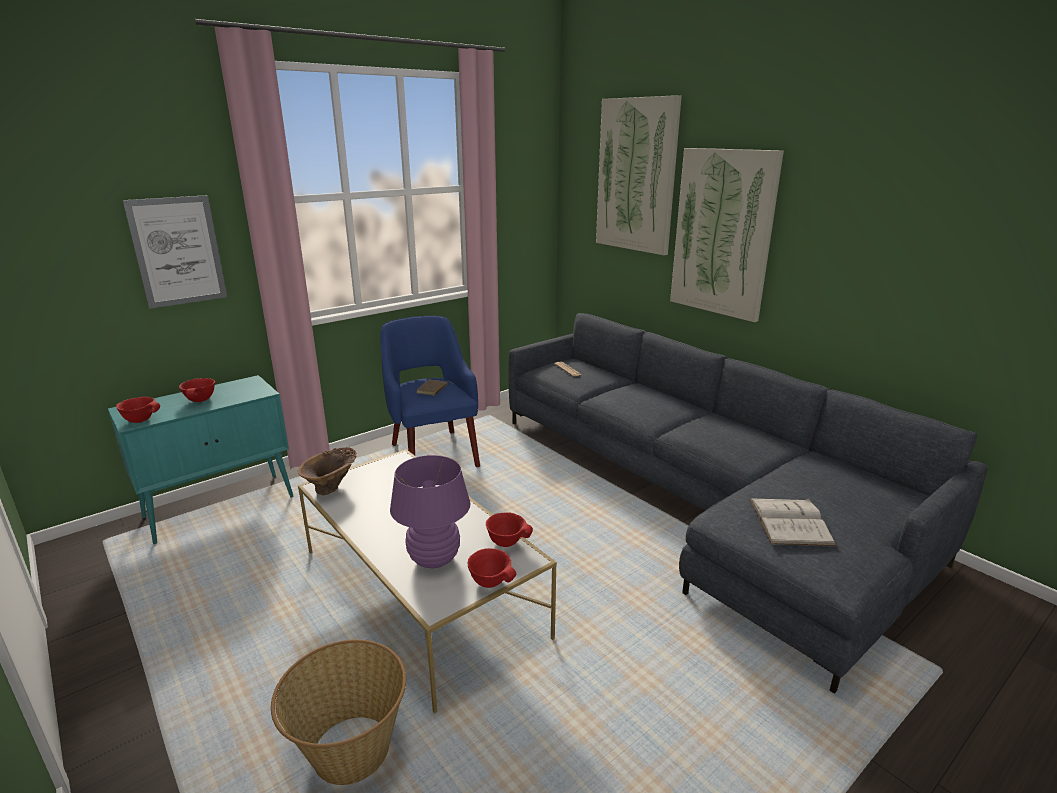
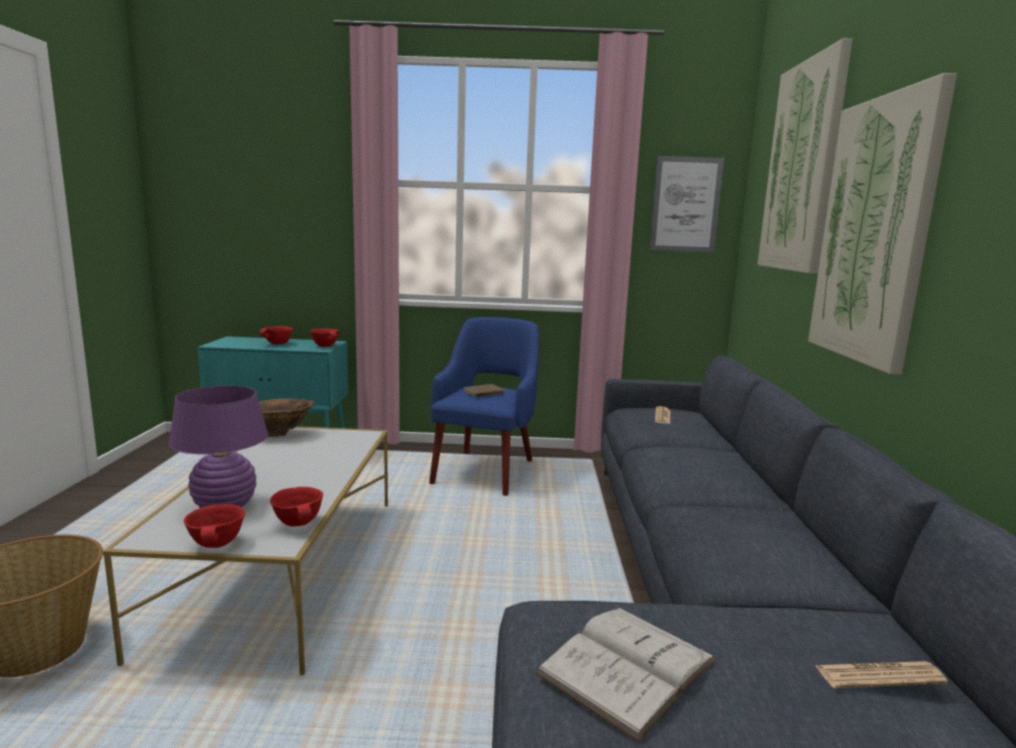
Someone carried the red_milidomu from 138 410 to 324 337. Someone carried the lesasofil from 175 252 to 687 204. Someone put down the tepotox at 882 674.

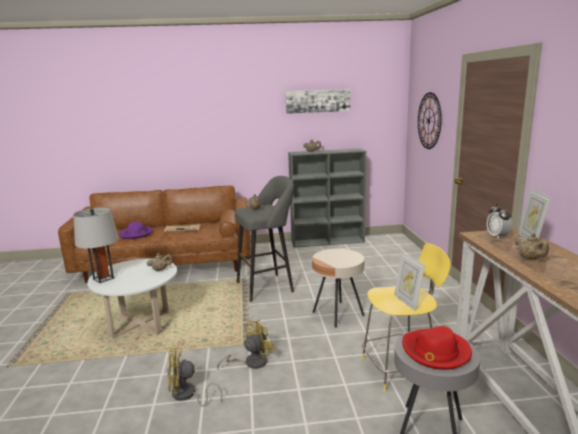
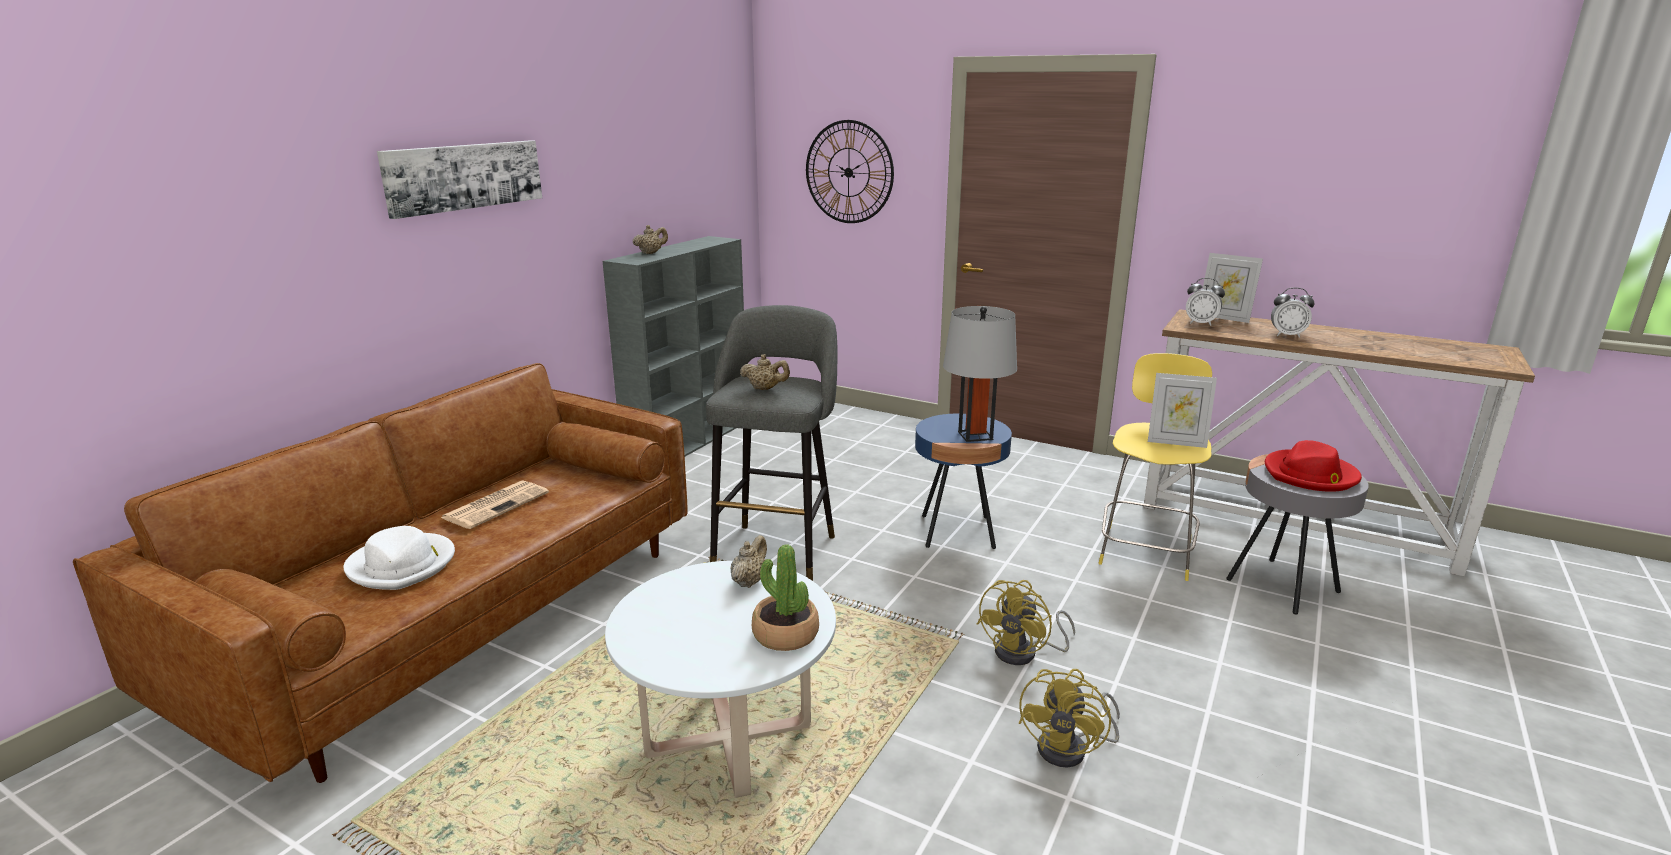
Someone carried the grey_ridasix from 96 245 to 980 374. Someone repainted the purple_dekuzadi at 136 230, which became the white_dekuzadi at 399 558. Someone rotated the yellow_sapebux at 246 344 by 135 degrees counterclockwise. Someone carried the lesasofil from 317 101 to 459 179. Someone repainted the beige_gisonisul at 338 288, which became the blue_gisonisul at 963 481. Someone swapped the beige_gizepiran at 532 246 for the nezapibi at 1292 313. Someone put down the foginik at 785 597.

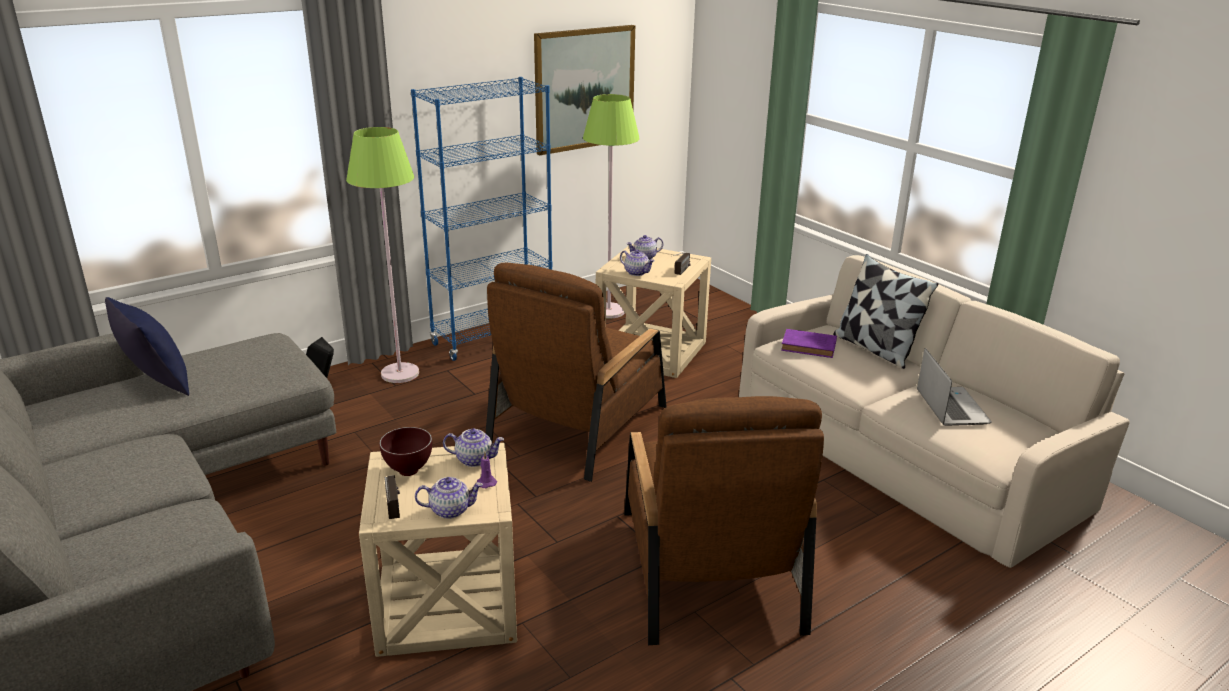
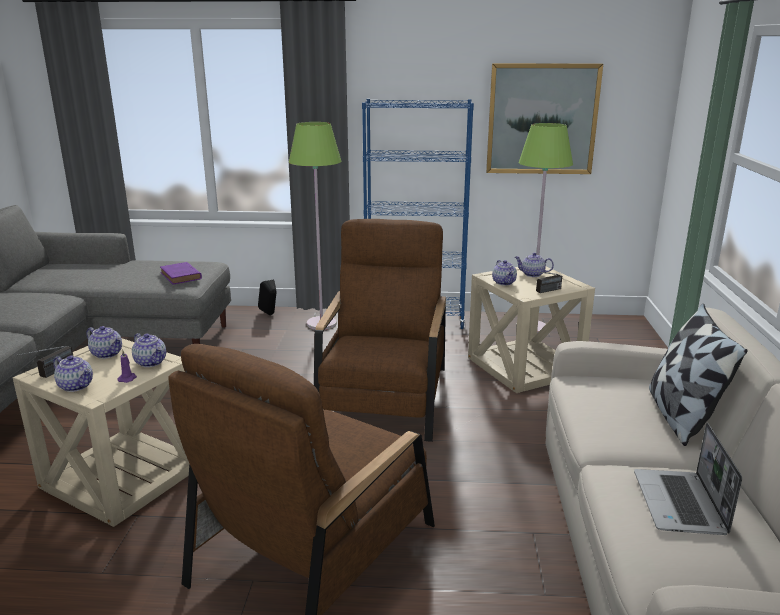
Someone took away the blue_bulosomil at 147 346. Someone swapped the brown_milidomu at 405 451 for the gizepiran at 104 342. Someone rotated the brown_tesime at 576 372 by 120 degrees clockwise. Someone carried the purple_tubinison from 809 343 to 181 273. Someone rotated the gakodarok at 954 387 by 150 degrees clockwise.

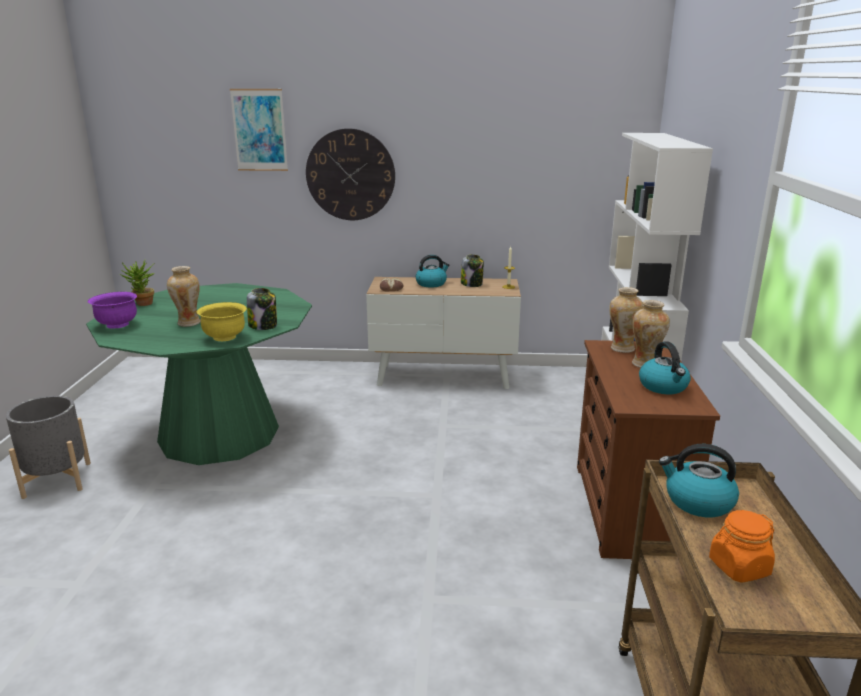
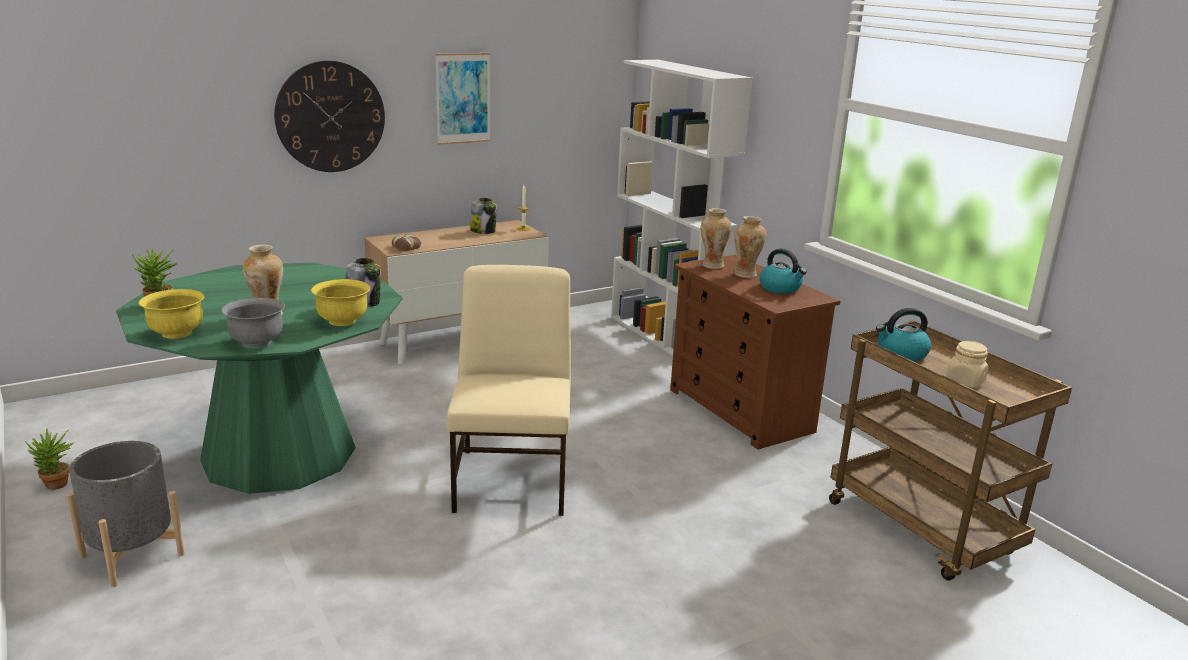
Someone repainted the purple_milidomu at 112 310, which became the yellow_milidomu at 171 314. Someone carried the lesasofil from 259 130 to 463 99. Someone took away the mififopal at 432 271. Someone repainted the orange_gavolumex at 742 546, which became the beige_gavolumex at 967 364. Someone put down the foginik at 49 459. Someone put down the grey_milidomu at 253 323. Someone put down the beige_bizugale at 509 390.

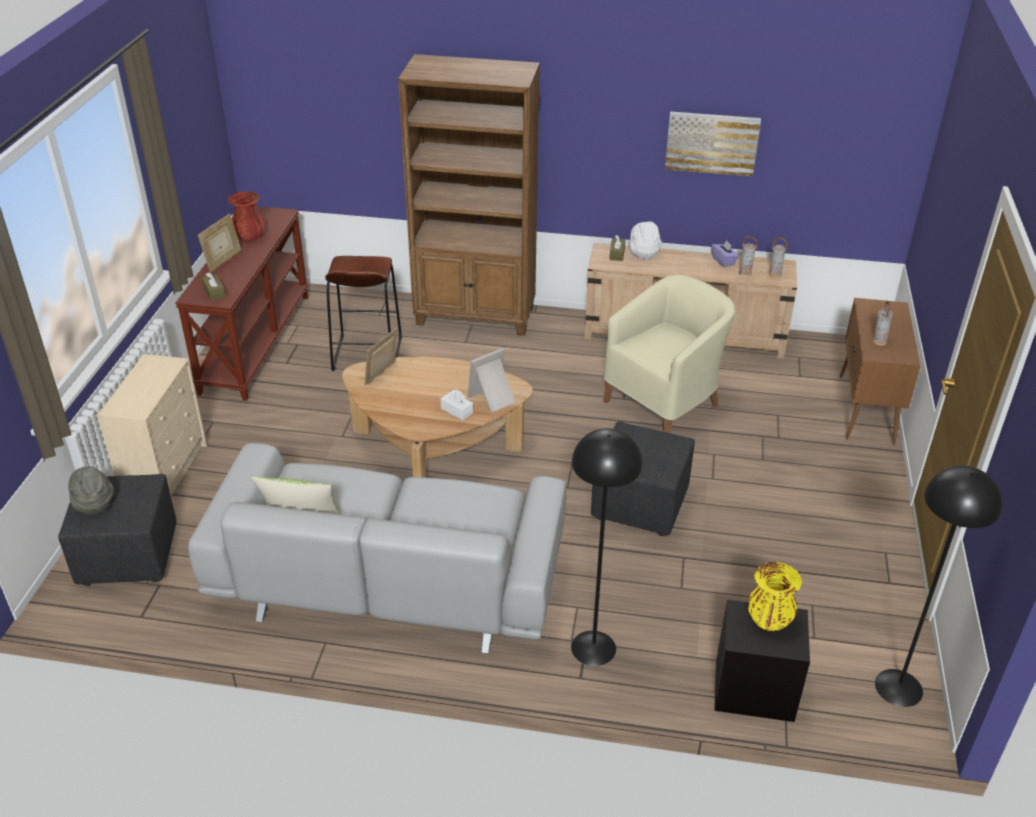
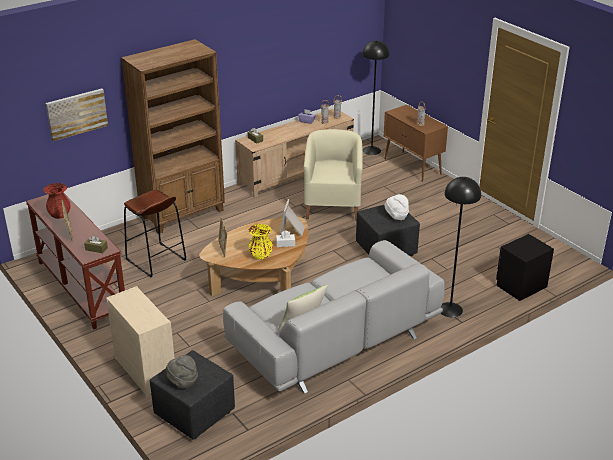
Someone carried the white_dekuzadi from 646 240 to 396 207. Someone carried the lesasofil from 713 143 to 77 115. Someone carried the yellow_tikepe from 775 596 to 261 242. Someone carried the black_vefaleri from 938 586 to 376 98.

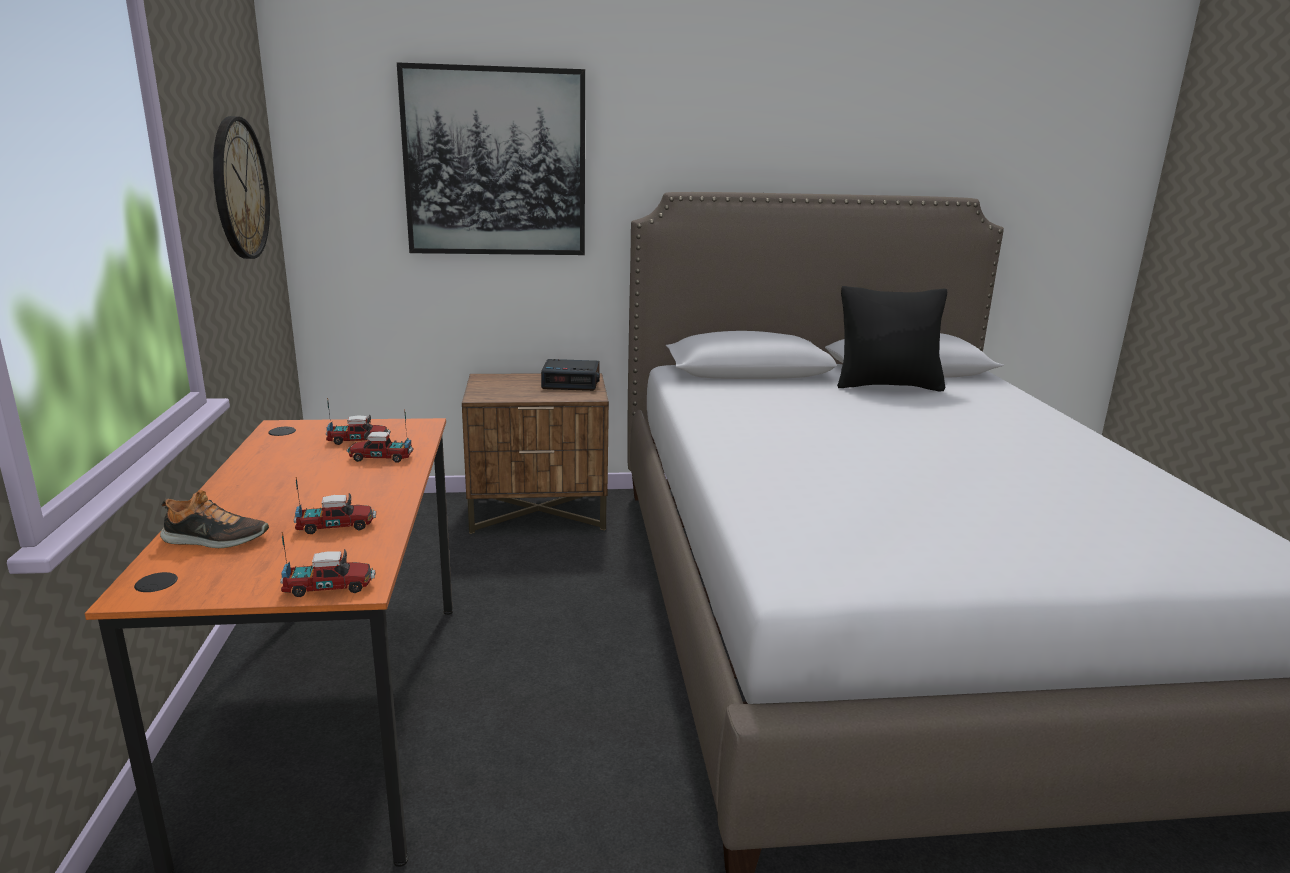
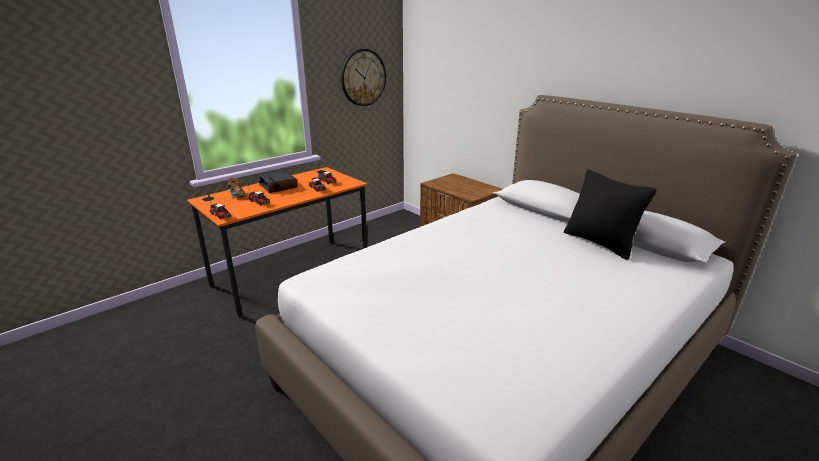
Someone took away the lesasofil at 491 158. Someone carried the nezapibi from 570 375 to 278 182.

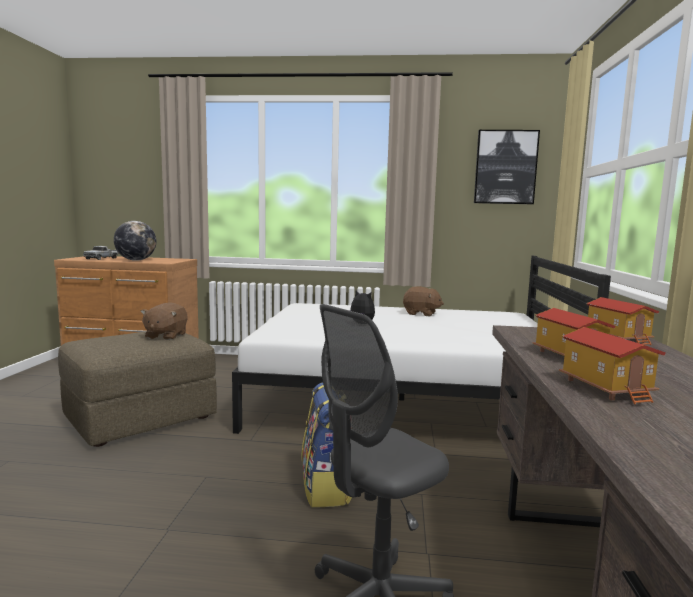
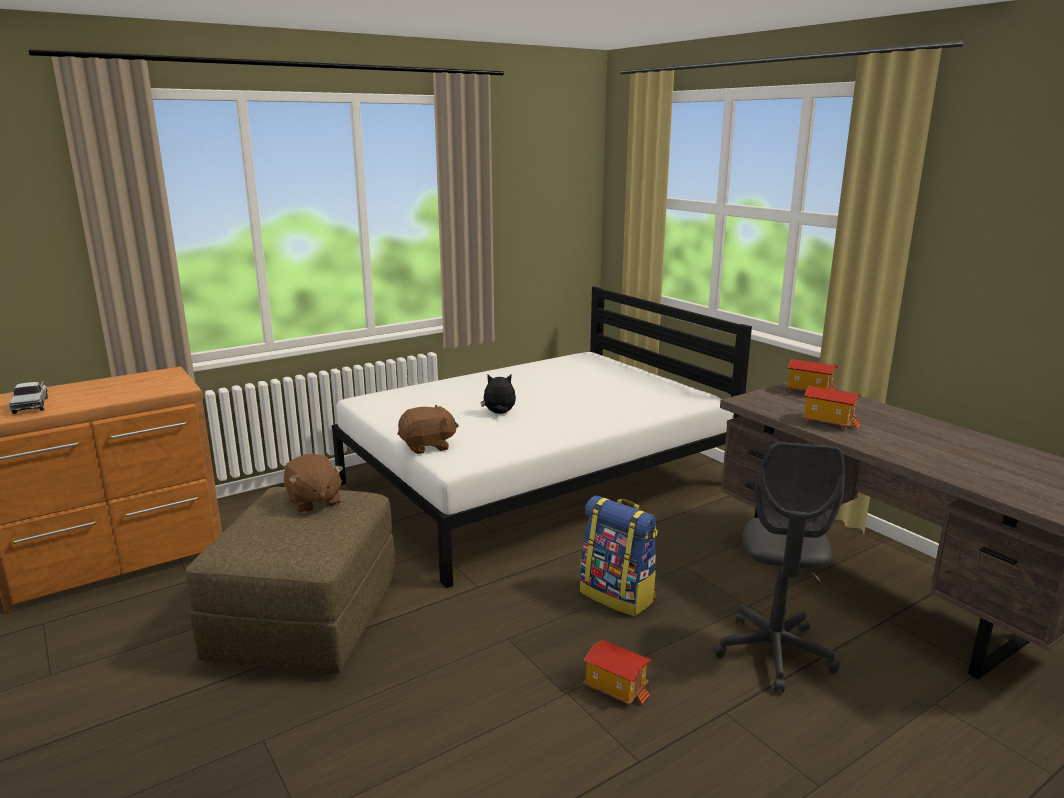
Someone took away the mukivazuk at 135 241. Someone carried the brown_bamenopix from 423 301 to 428 429. Someone took away the lesasofil at 507 167. Someone carried the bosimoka from 612 366 to 617 672.

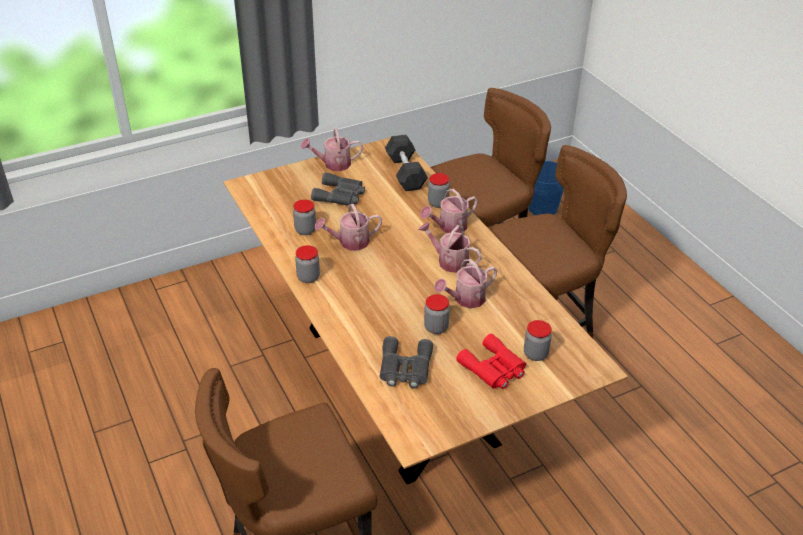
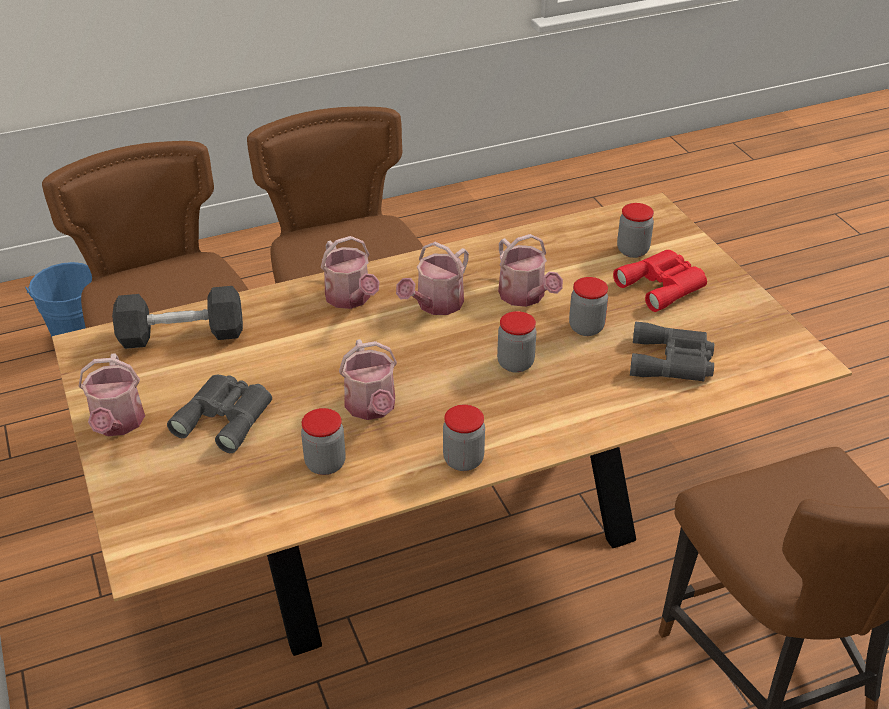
Someone carried the gavolumex from 439 190 to 516 342.

